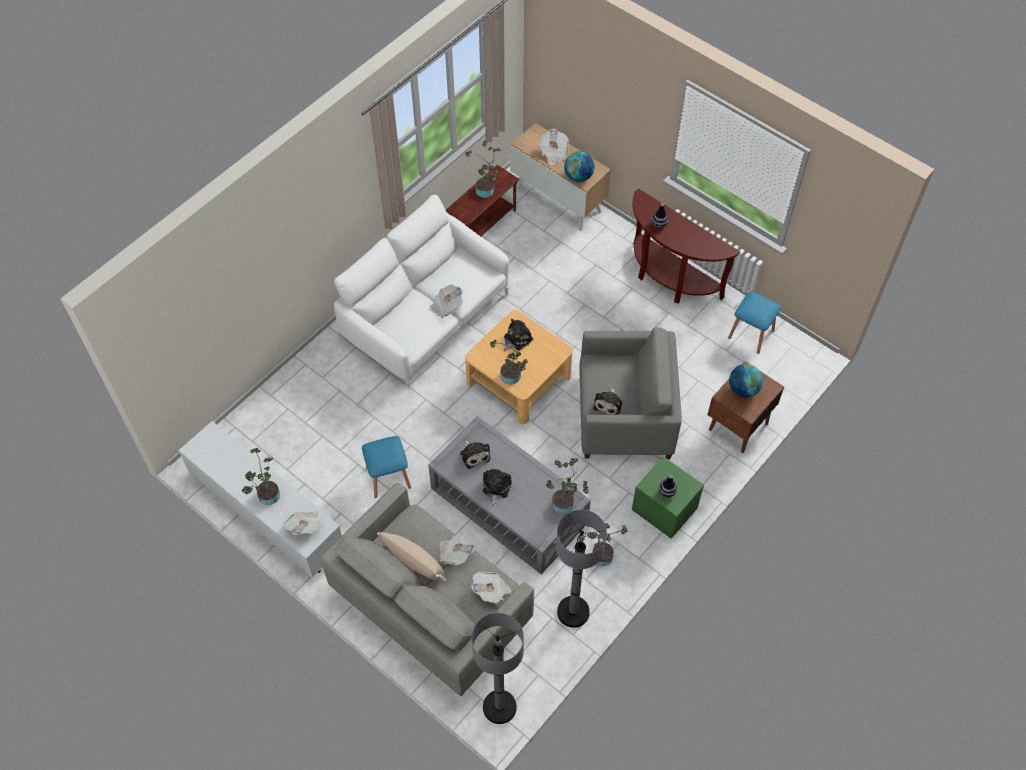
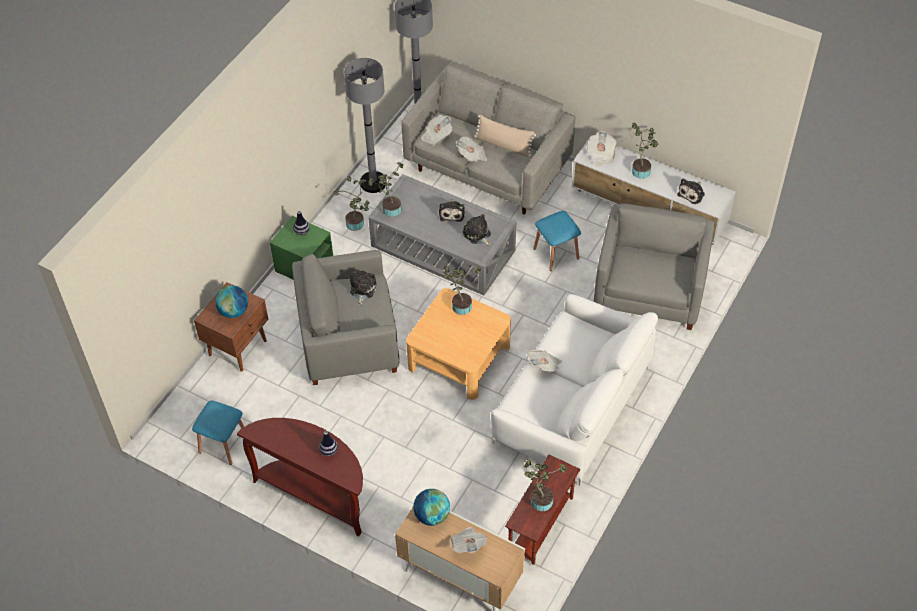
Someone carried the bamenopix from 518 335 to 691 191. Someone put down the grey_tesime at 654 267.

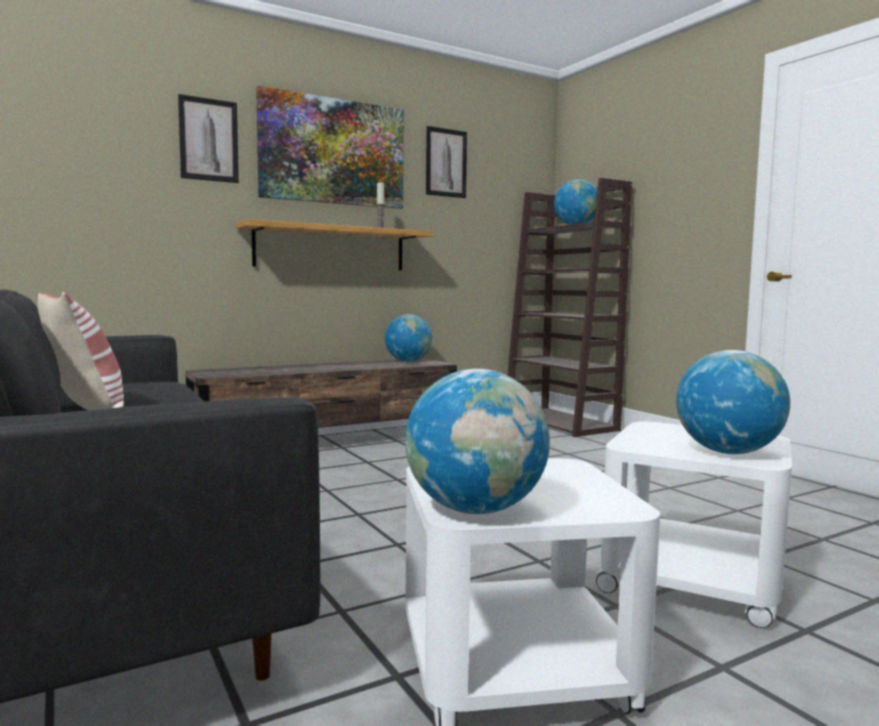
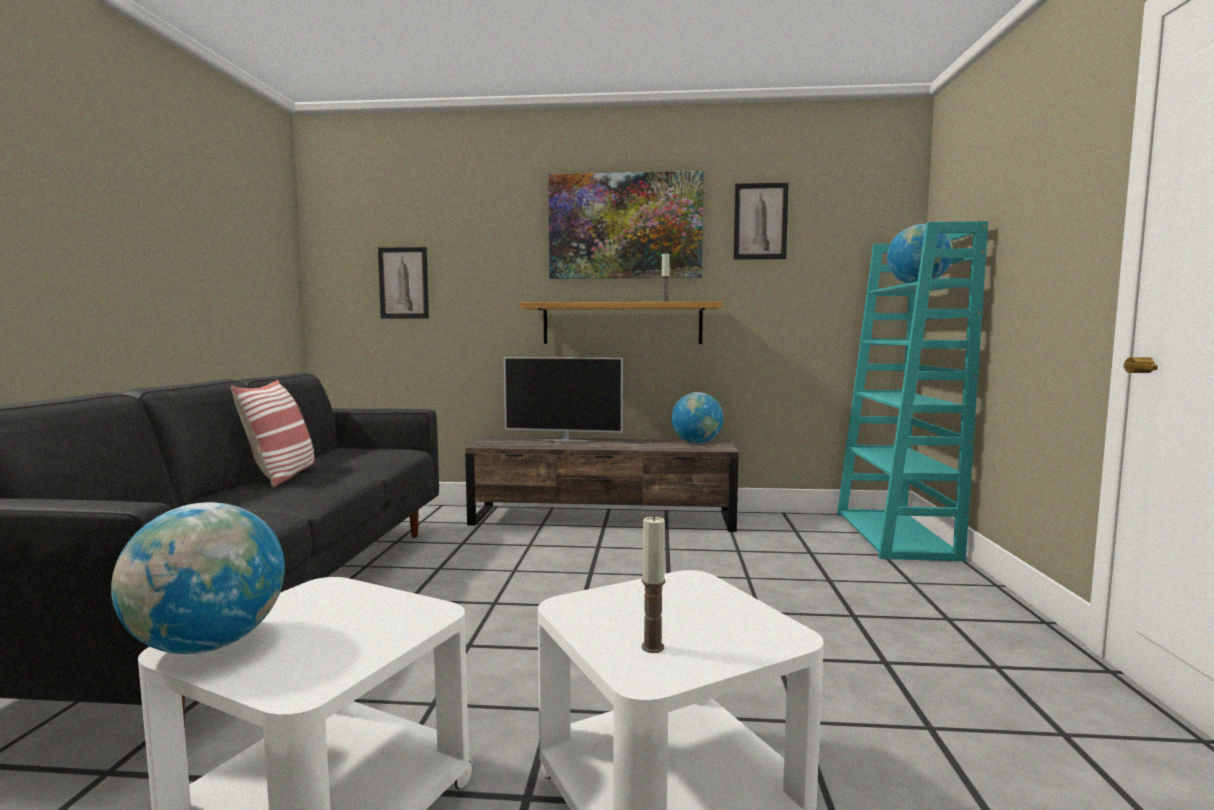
Someone carried the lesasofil from 208 138 to 403 283. Someone repainted the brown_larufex at 569 307, which became the turquoise_larufex at 912 391. Someone swapped the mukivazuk at 733 402 for the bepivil at 653 584. Someone put down the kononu at 563 399.

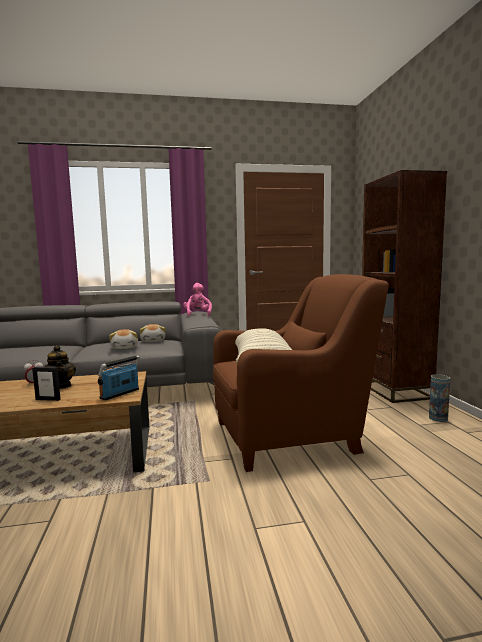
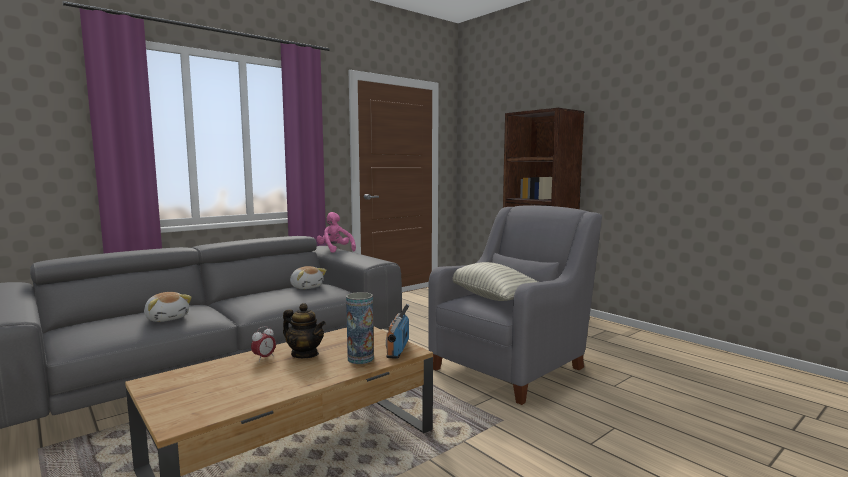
Someone took away the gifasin at 46 384. Someone carried the bamenopix from 123 339 to 168 307. Someone repainted the brown_tesime at 301 373, which became the grey_tesime at 515 305. Someone carried the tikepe from 439 398 to 360 328.

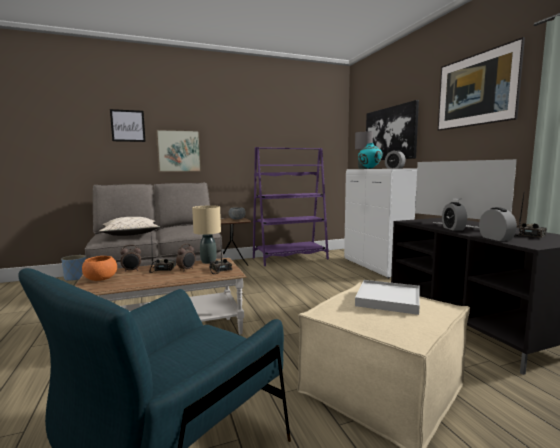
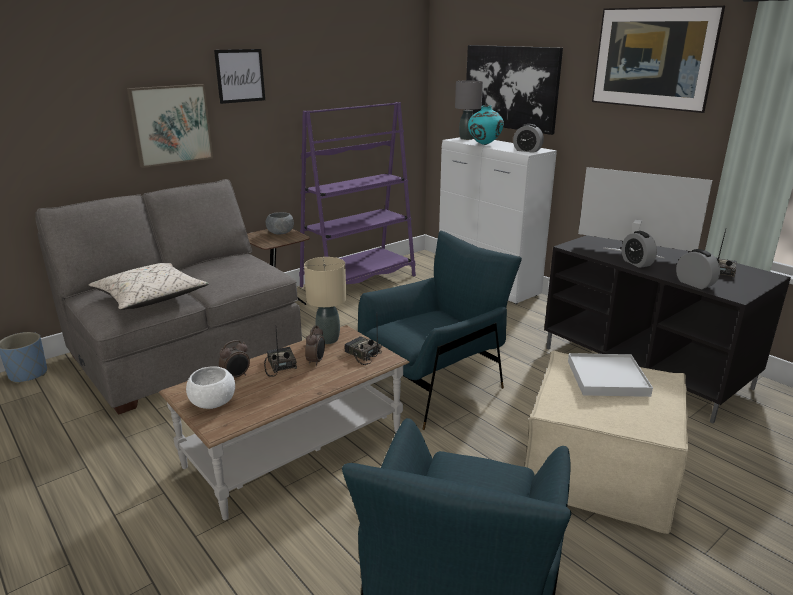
Someone repainted the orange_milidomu at 99 268, which became the white_milidomu at 210 387. Someone carried the lesasofil from 128 125 to 239 76. Someone put down the blue_tesime at 440 330.

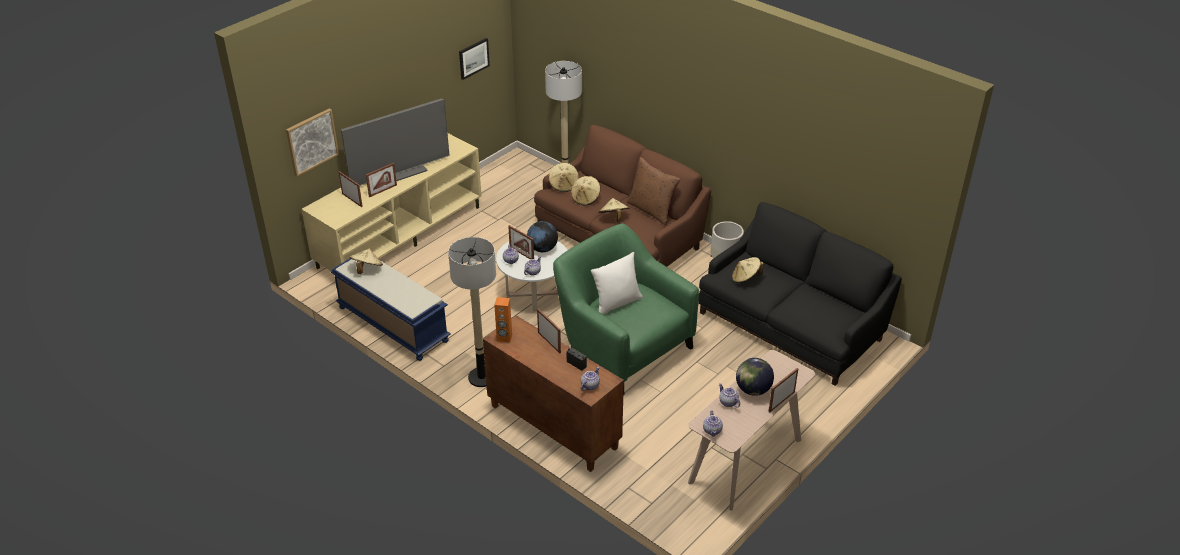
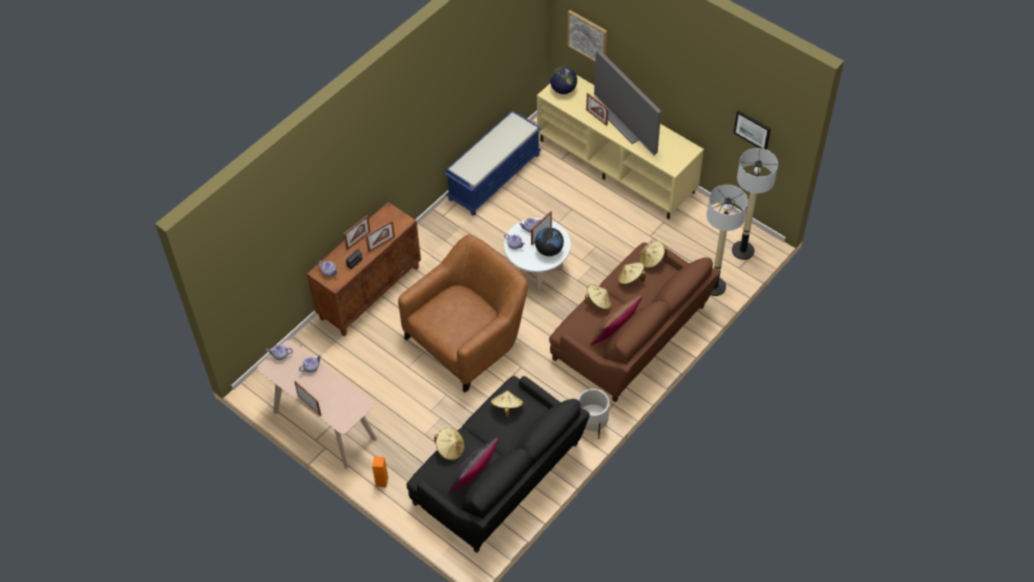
Someone carried the gifasin from 351 189 to 357 233. Someone carried the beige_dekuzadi from 366 261 to 449 444. Someone carried the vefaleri from 472 312 to 755 204. Someone carried the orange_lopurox from 503 320 to 380 472. Someone repainted the green_tesime at 626 309, which became the brown_tesime at 463 313. Someone took away the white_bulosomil at 617 283. Someone carried the mukivazuk from 755 377 to 563 80. Someone put down the black_bulosomil at 473 466.

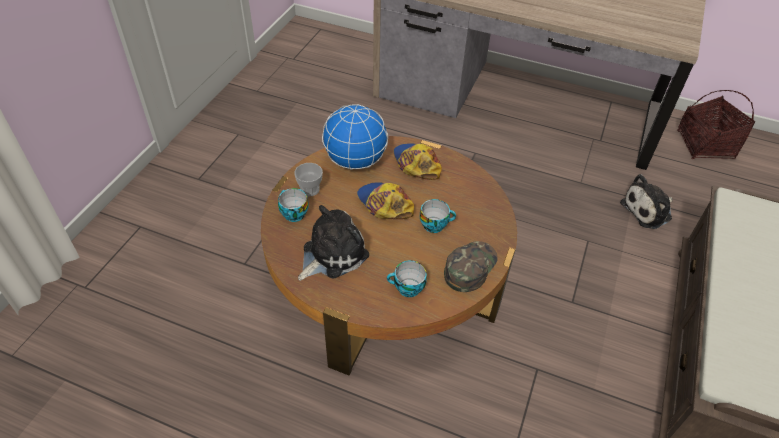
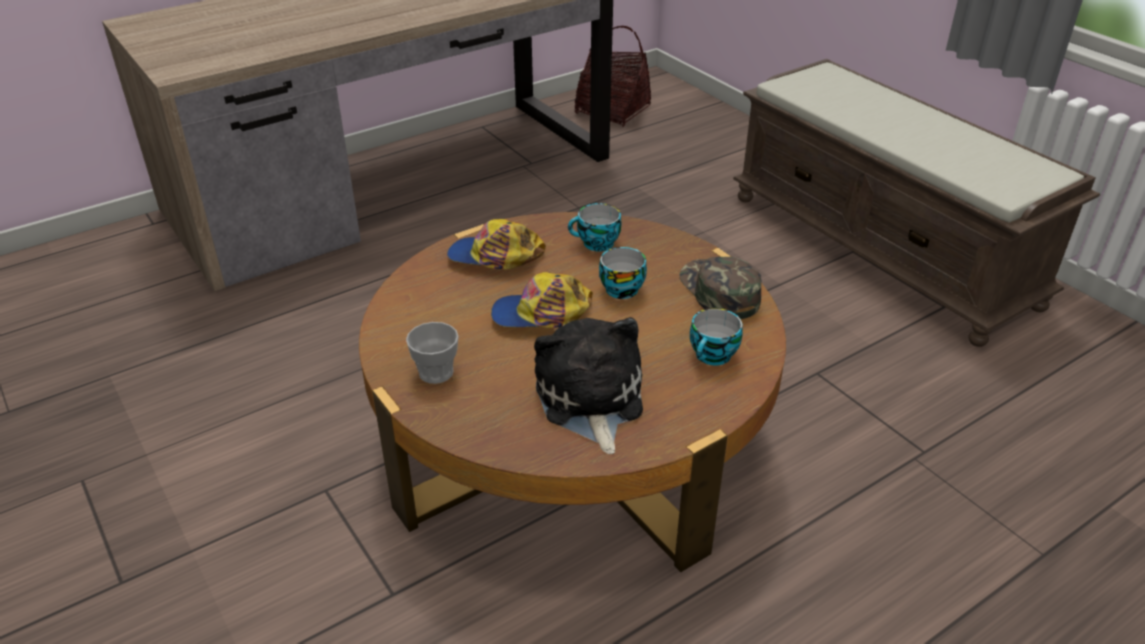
Someone carried the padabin from 293 205 to 595 227. Someone took away the mukivazuk at 355 137. Someone took away the bamenopix at 646 201.

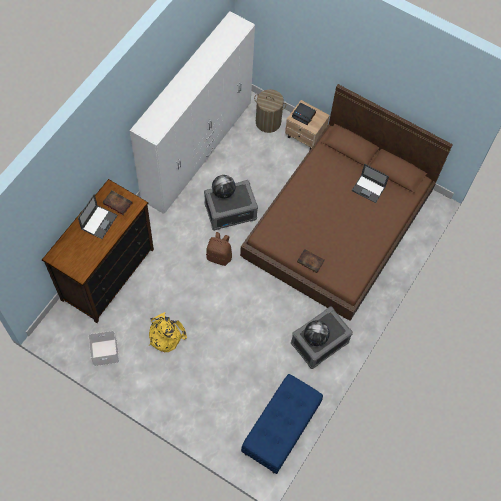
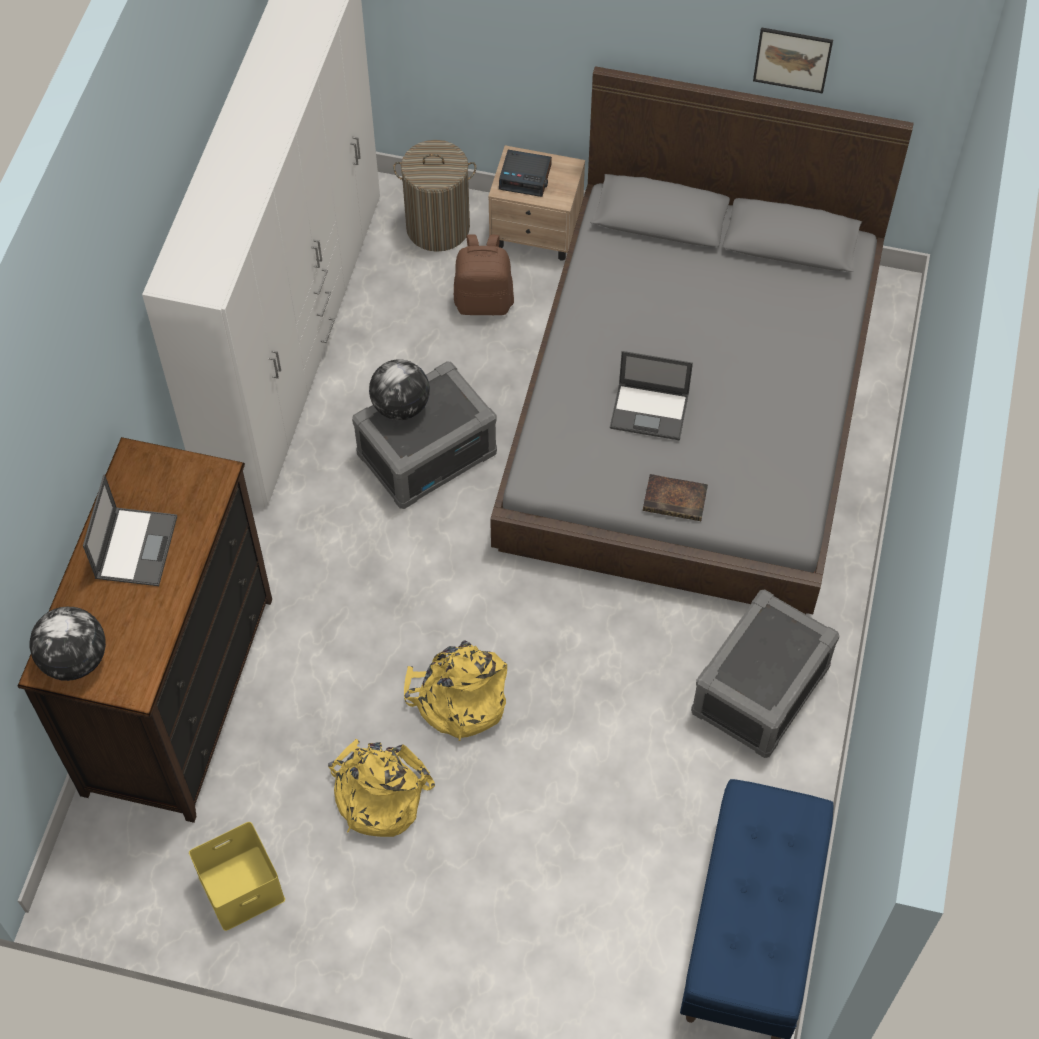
Someone repainted the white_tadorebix at 104 348, which became the yellow_tadorebix at 237 876. Someone took away the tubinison at 118 203. Someone carried the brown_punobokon from 219 249 to 484 274. Someone repainted the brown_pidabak at 346 202, which became the grey_pidabak at 702 340. Someone carried the mukivazuk from 317 333 to 68 644. Someone carried the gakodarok from 370 183 to 651 395. Someone put down the yellow_punobokon at 455 690. Someone put up the lesasofil at 793 60.

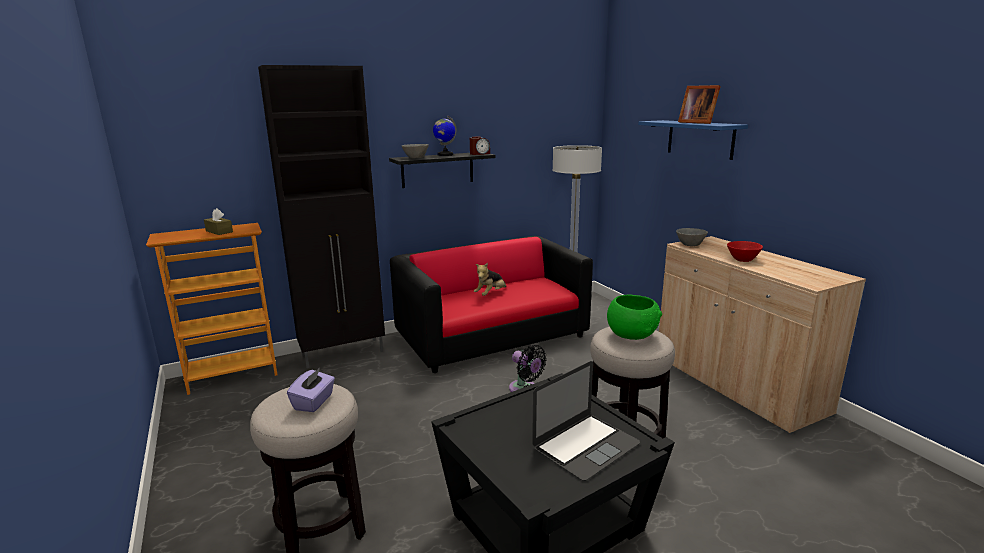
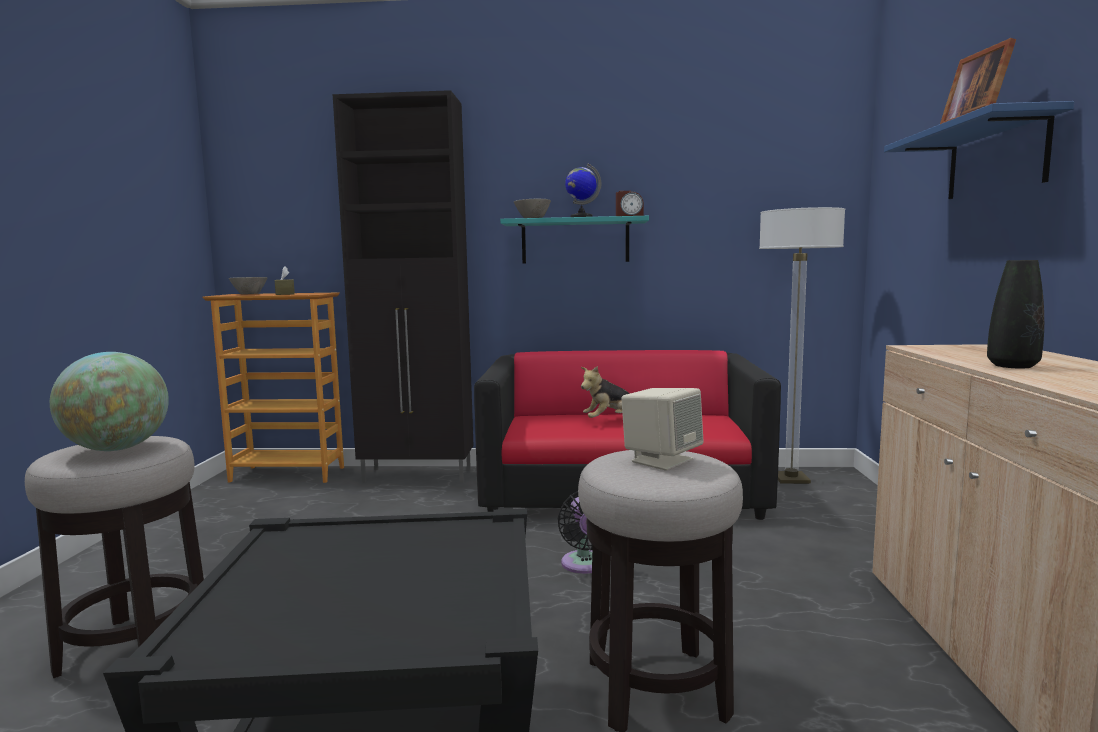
Someone swapped the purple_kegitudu at 311 390 for the mukivazuk at 109 401. Someone repainted the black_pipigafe at 442 170, which became the turquoise_pipigafe at 574 240. Someone took away the gakodarok at 586 421. Someone swapped the green_milidomu at 634 317 for the beige_lopurox at 662 429. Someone carried the grey_milidomu from 692 237 to 248 285. Someone swapped the red_milidomu at 745 251 for the black_tikepe at 1015 314.

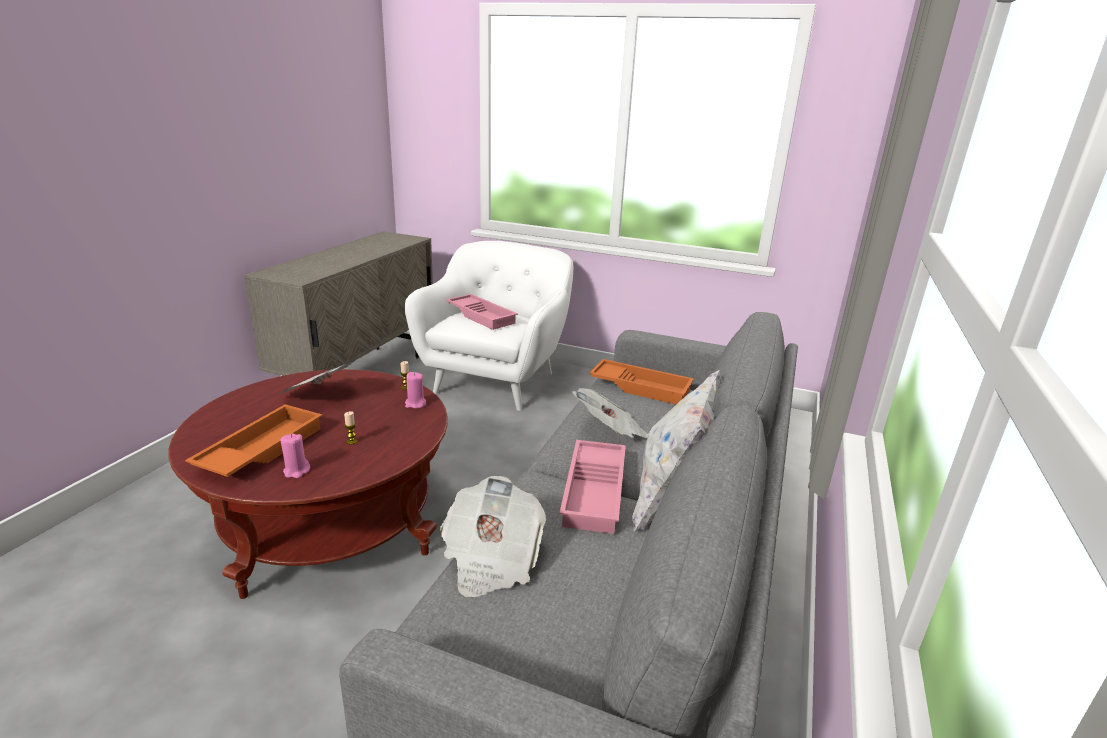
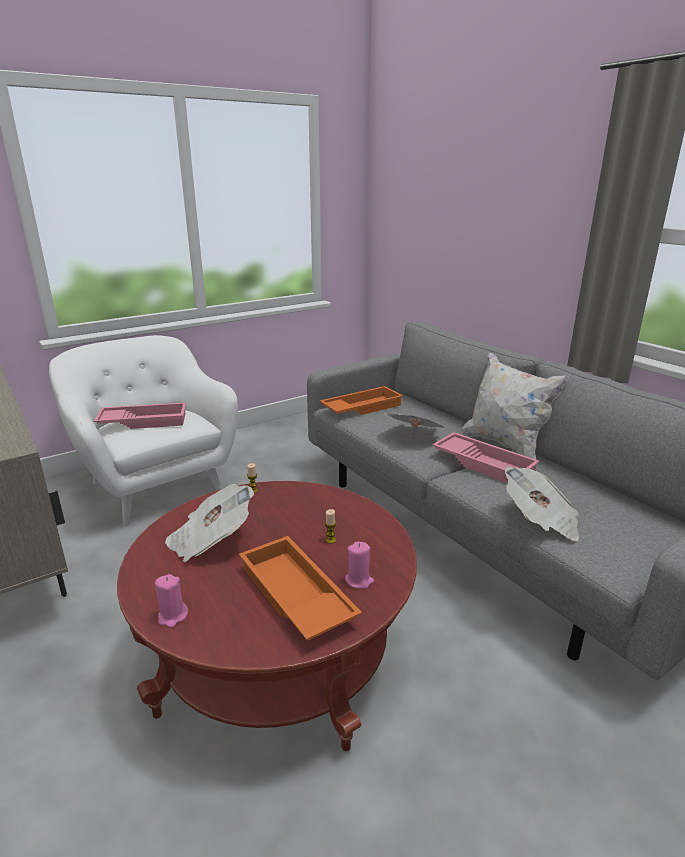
Someone carried the pink_bepivil from 415 390 to 171 601.

